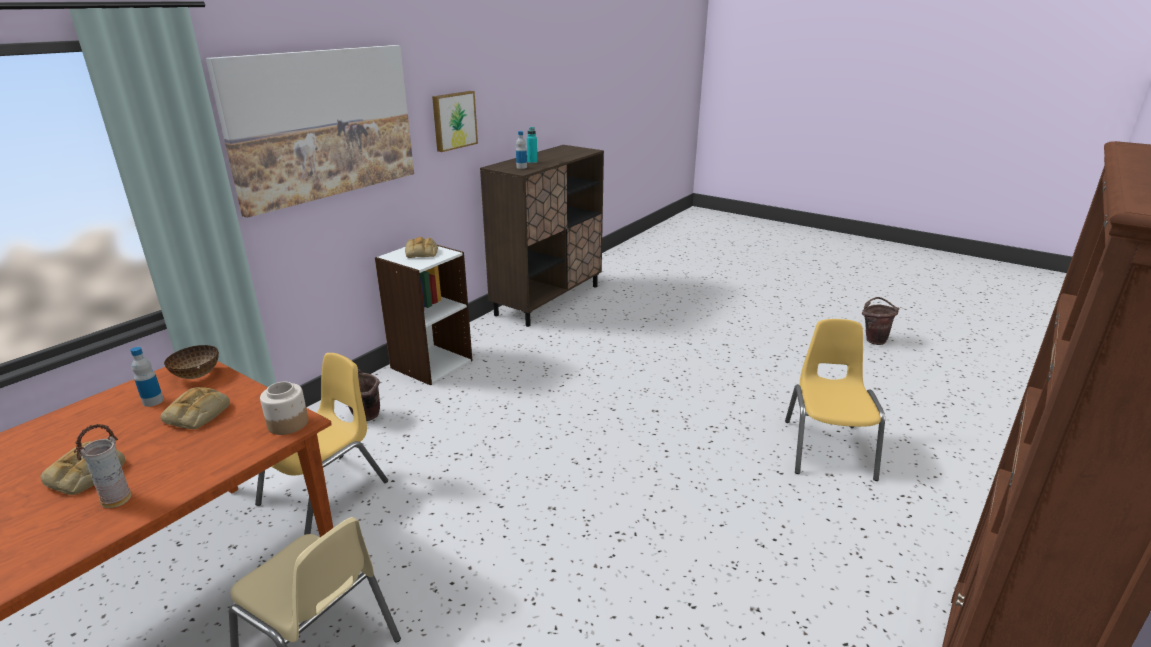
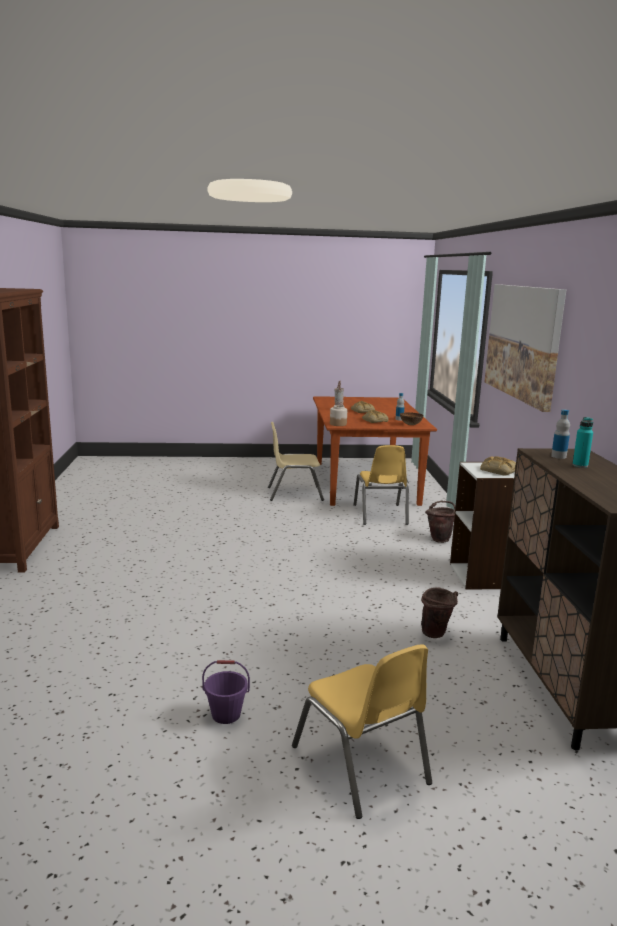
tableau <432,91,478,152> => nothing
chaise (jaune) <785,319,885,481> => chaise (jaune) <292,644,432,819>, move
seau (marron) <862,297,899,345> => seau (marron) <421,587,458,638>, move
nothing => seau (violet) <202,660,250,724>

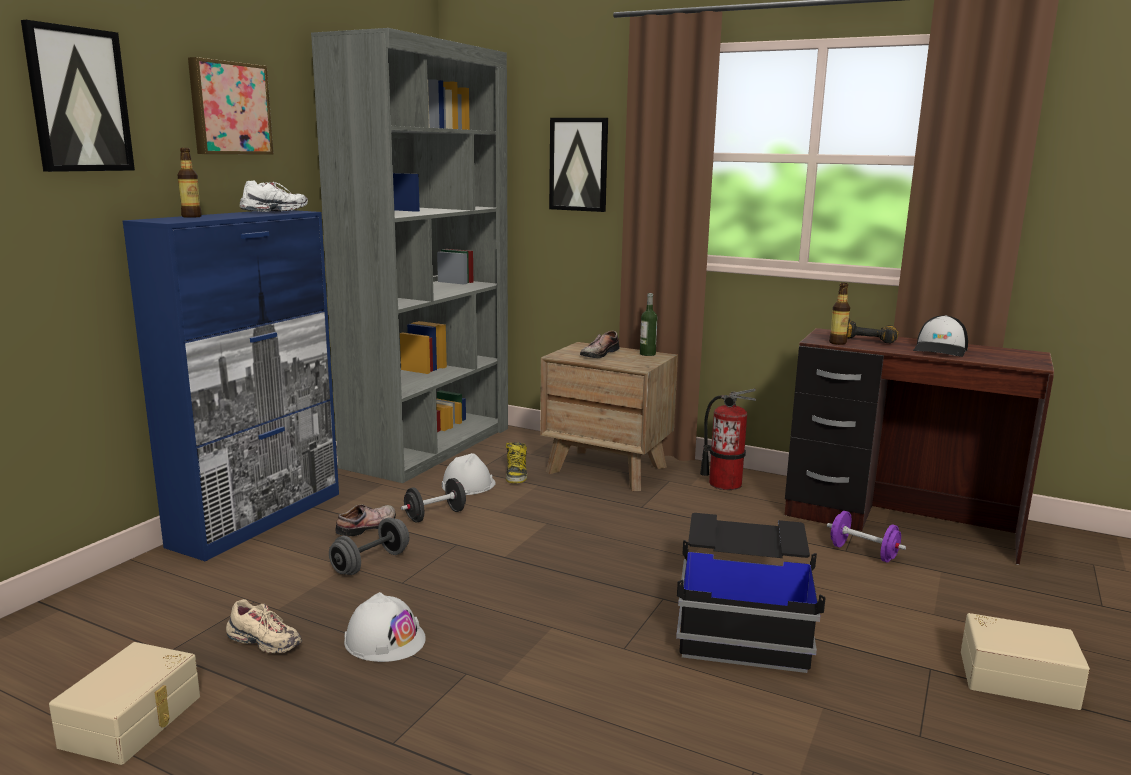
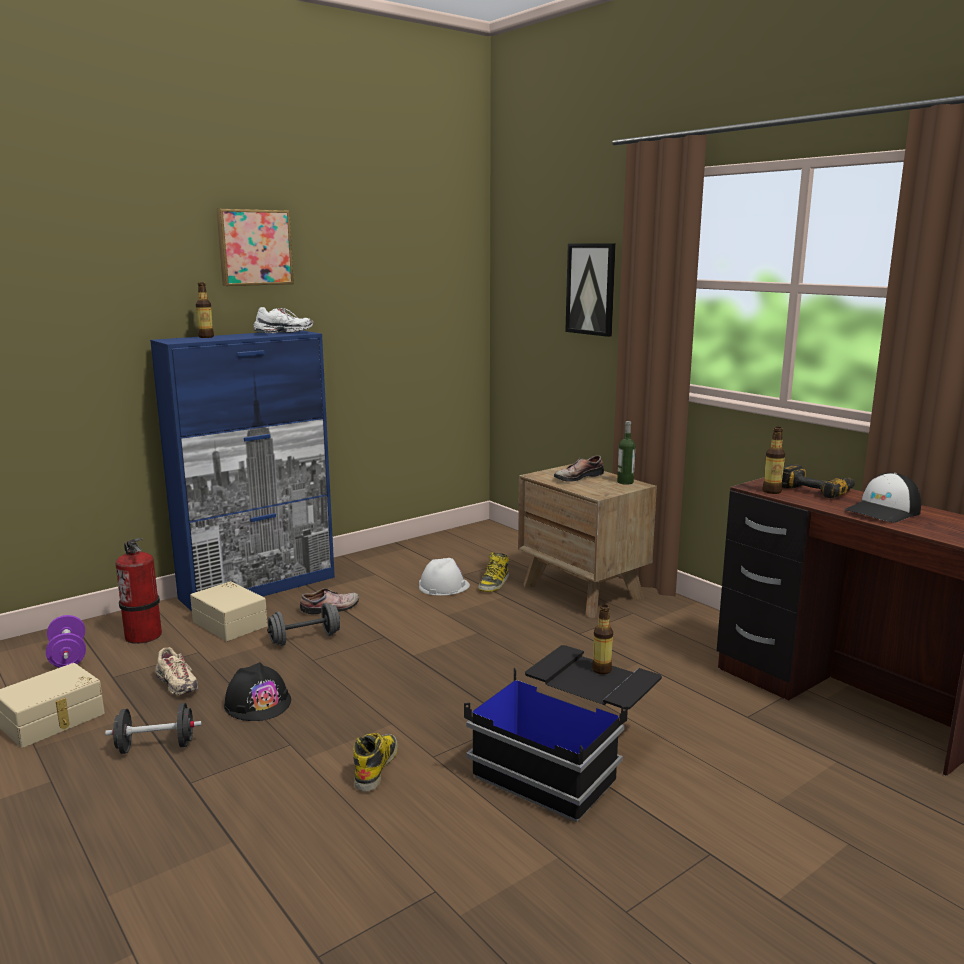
tableau <21,20,135,172> => nothing
bibliothèque (gris) <311,28,508,483> => nothing
casque de chantier (blanc) <344,592,426,662> => casque de chantier (noir) <224,662,291,721>
haltère (noir) <401,478,468,523> => haltère (noir) <105,703,202,754>, move
extincteur <700,389,756,490> => extincteur <115,538,162,644>, move
haltère (violet) <827,511,906,562> => haltère (violet) <46,615,86,668>, move
boîte de rangement (beige) <961,613,1090,710> => boîte de rangement (beige) <190,581,268,641>, move
nothing => botte <353,733,398,792>
nothing => bouteille <592,605,613,674>

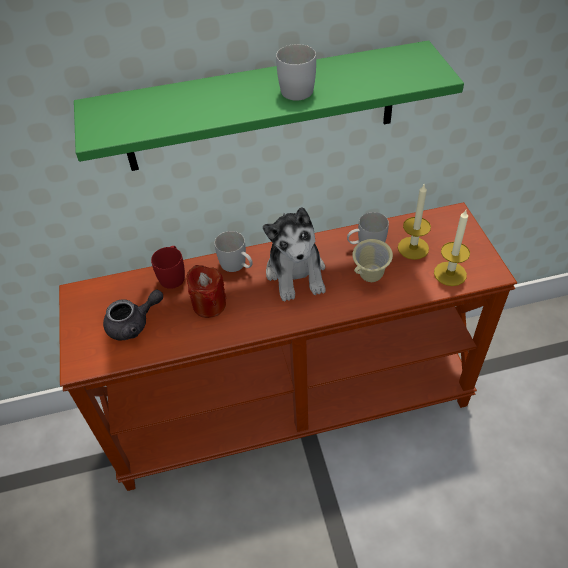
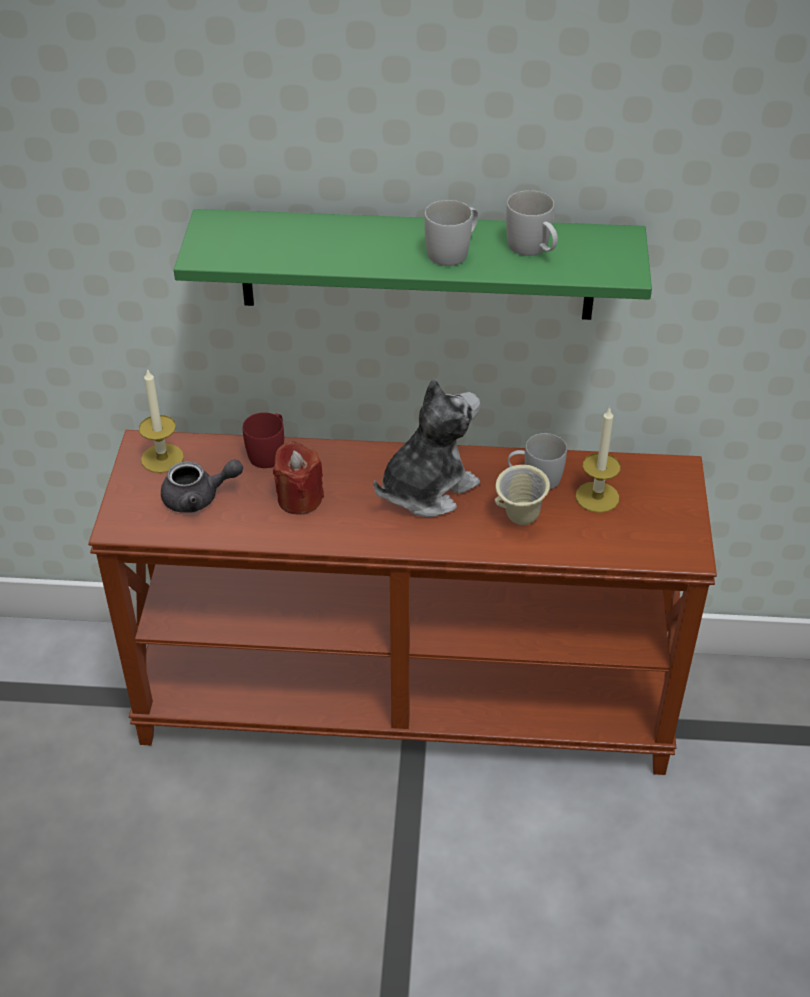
mug (blanc) <215,231,253,272> => mug (blanc) <506,190,558,256>, move
peluche <263,207,326,301> => peluche <374,379,480,517>, 135 degrees counterclockwise
bougie <434,210,470,286> => bougie <139,368,184,473>, move

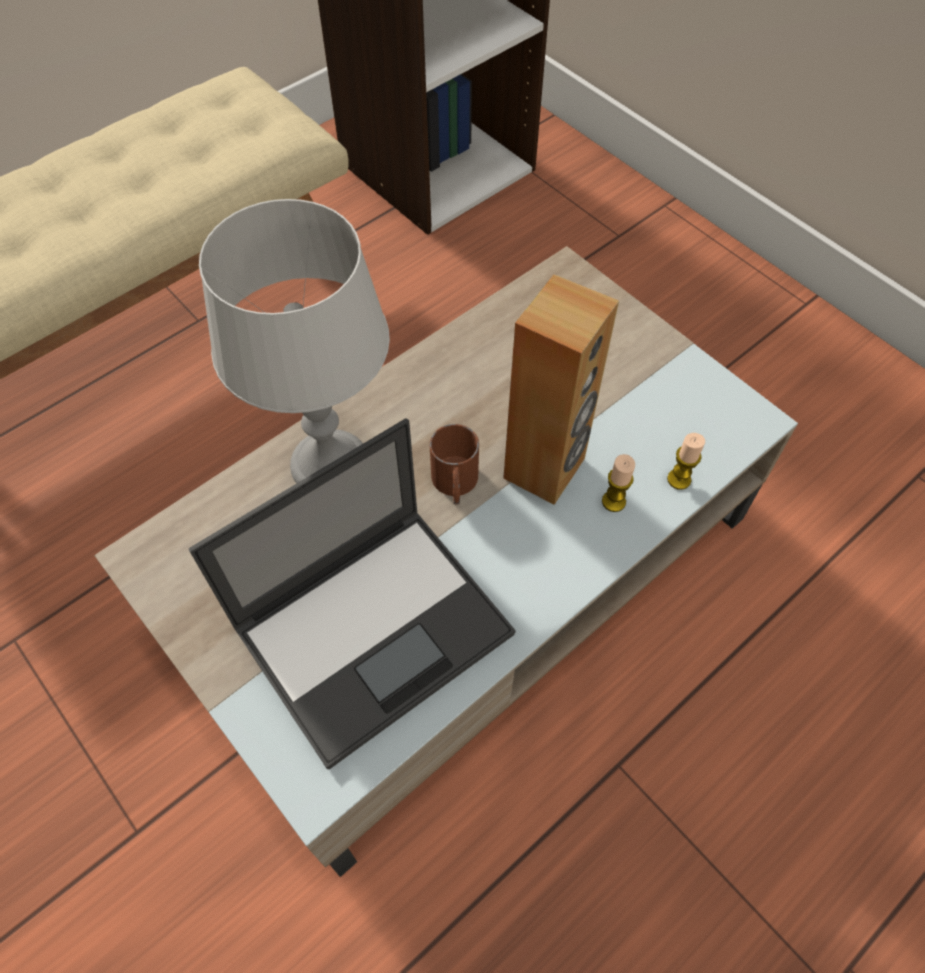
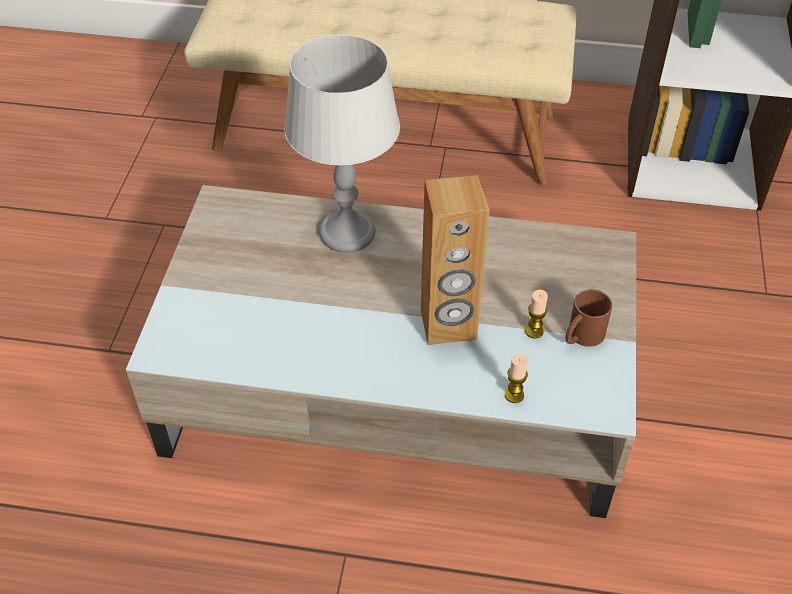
ordinateur portable <189,418,516,769> => nothing
mug (marron) <430,424,479,504> => mug (marron) <565,289,612,347>, move
bougie <602,454,635,512> => bougie <525,290,548,339>, move

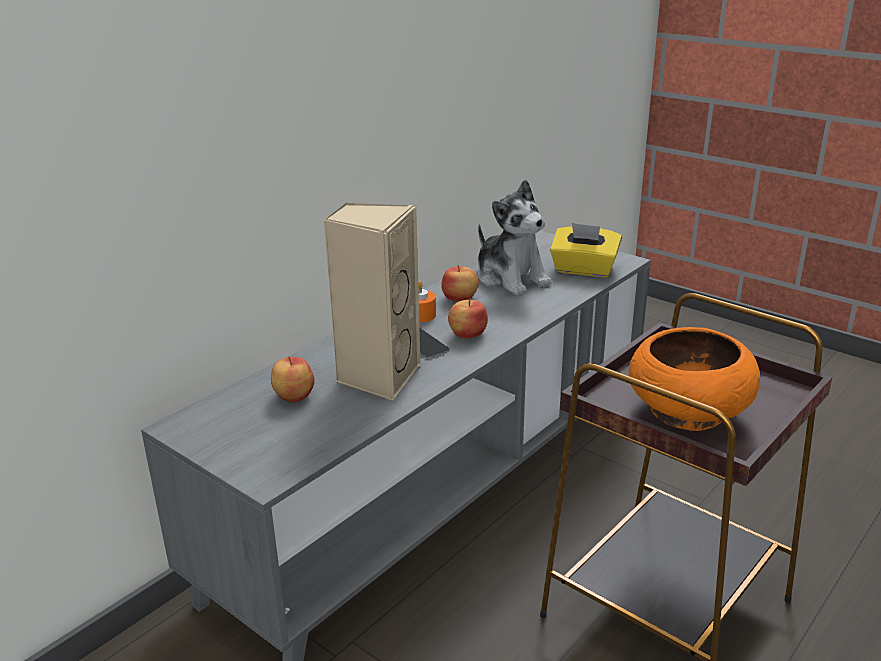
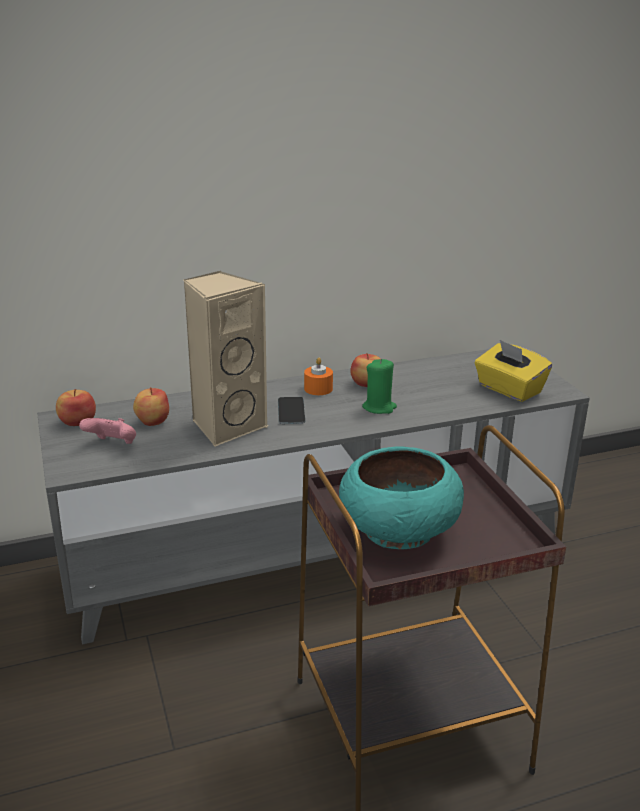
pomme <448,298,488,339> => pomme <56,389,96,426>, move
peluche <477,180,552,295> => nothing
bol (orange) <629,327,760,431> => bol (turquoise) <339,447,464,549>
nothing => manette (rose) <79,418,136,444>
nothing => bougie (vert) <362,359,397,414>

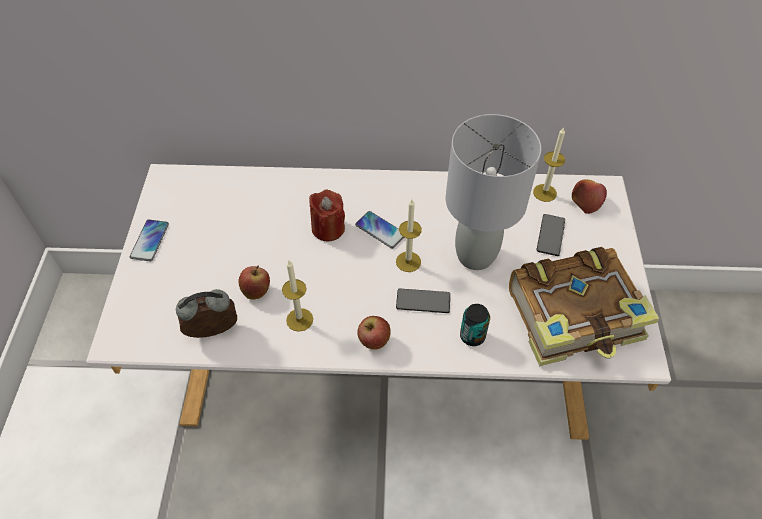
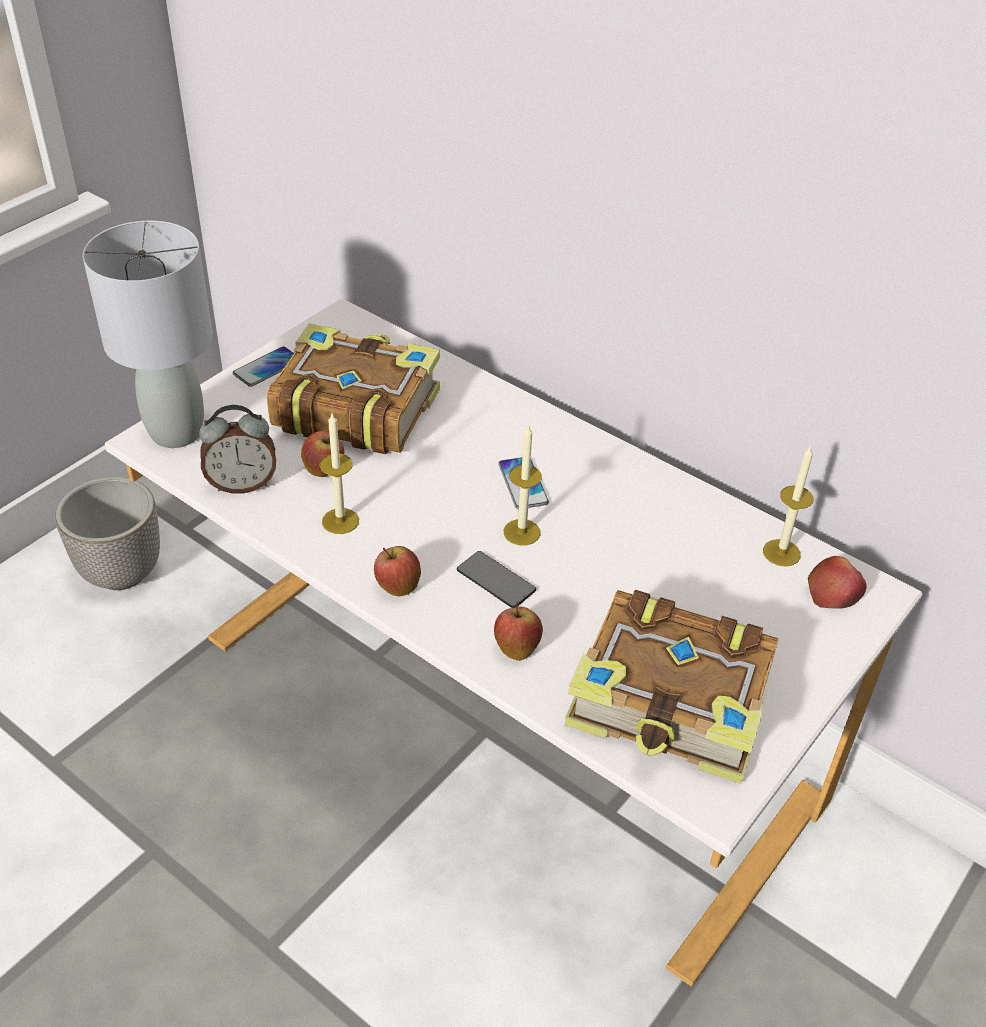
réveil <176,289,237,338> => réveil <199,405,276,494>, 150 degrees clockwise
bougie (rouge) <309,190,345,241> => nothing
lampe de table (gris) <445,114,541,270> => lampe de table (gris) <83,221,213,448>, move
boîte métallique <460,304,490,346> => pomme <494,601,543,661>
téléphone <536,214,565,256> => nothing
nothing => cache-pot <55,477,160,590>
nothing => livre <267,324,440,454>

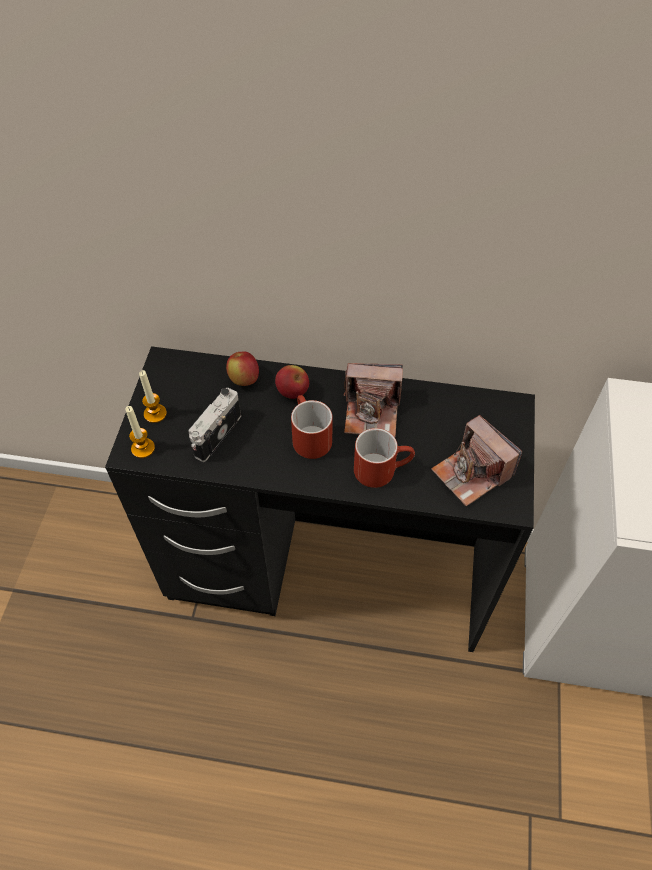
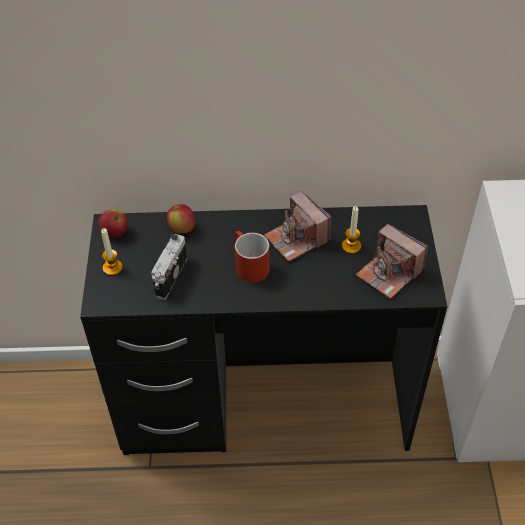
bougie <125,406,155,458> => bougie <342,206,361,254>, move
pomme <275,365,309,399> => pomme <99,209,128,238>, move
appareil photo <344,363,403,437> => appareil photo <264,191,331,262>, 60 degrees clockwise
mug (rouge) <354,428,415,488> => nothing

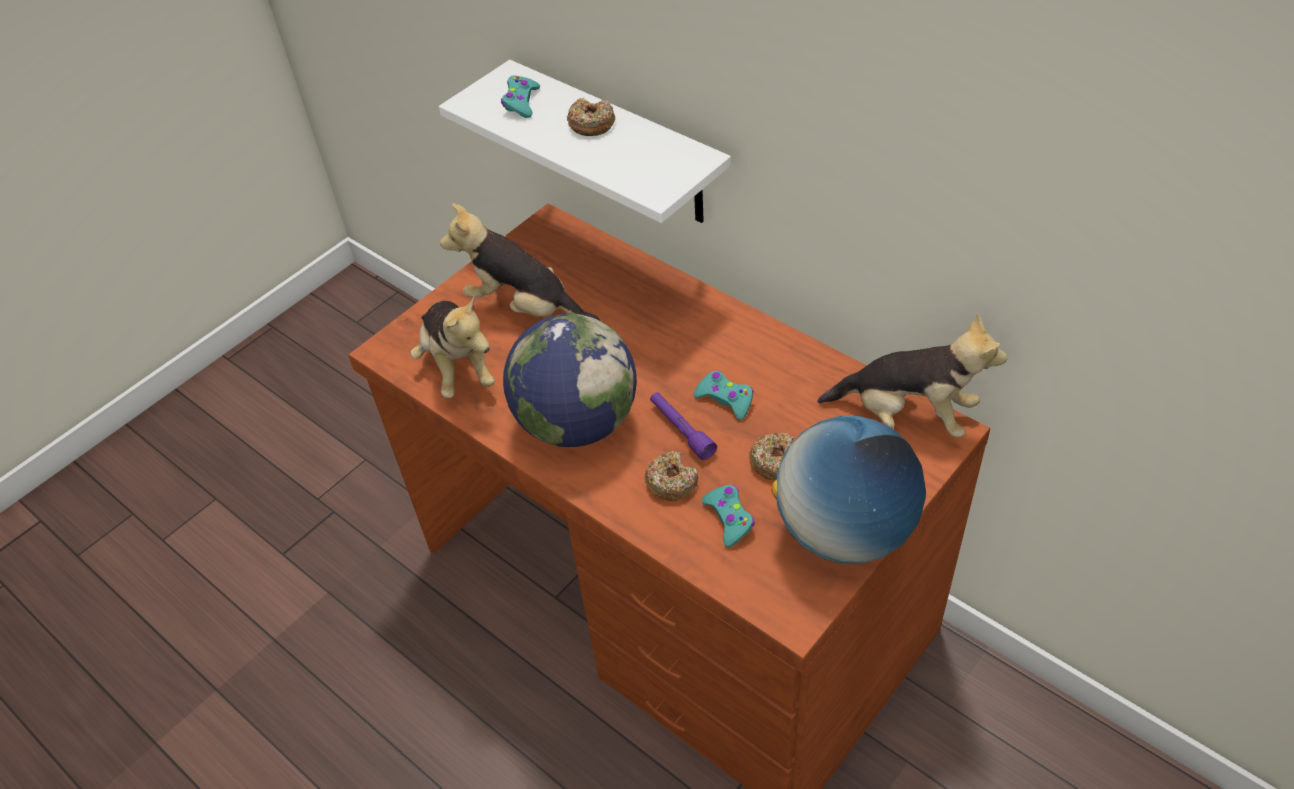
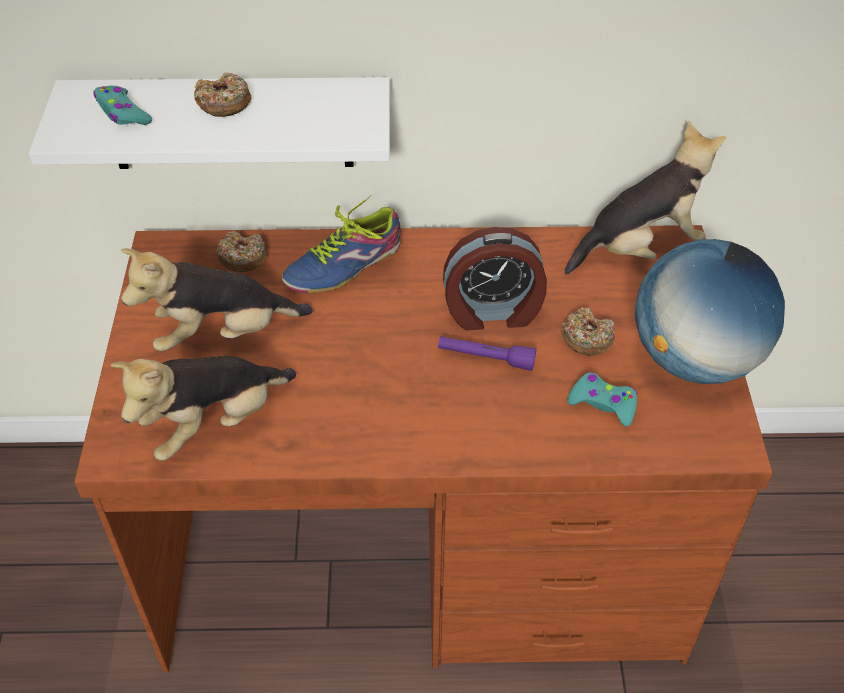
peluche <410,296,495,398> => peluche <111,356,296,461>, 120 degrees clockwise
globe <503,314,637,447> => nothing
beignet <645,451,698,501> => beignet <216,230,267,272>, move
manette (turquoise) <694,371,754,420> => réveil <443,227,547,330>
nothing => chaussure <282,195,401,293>

